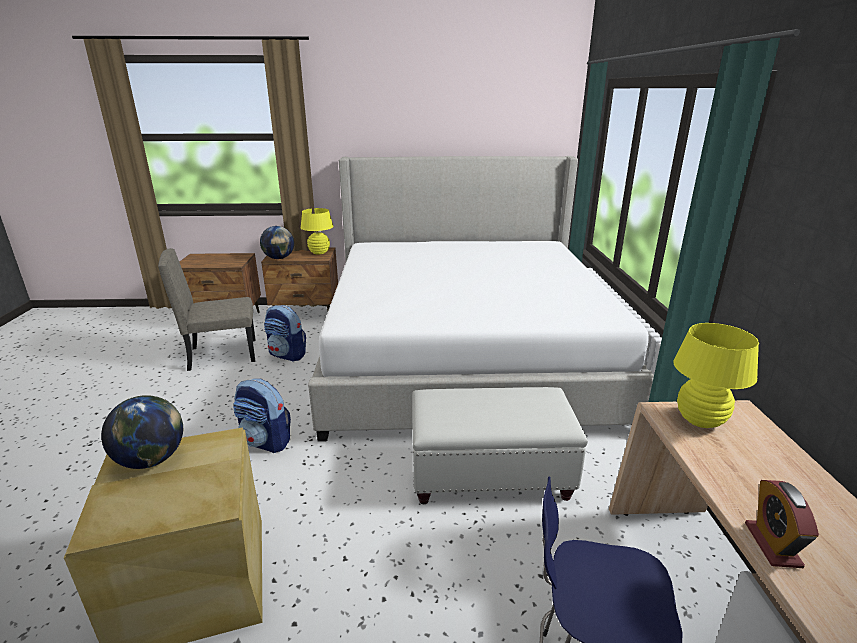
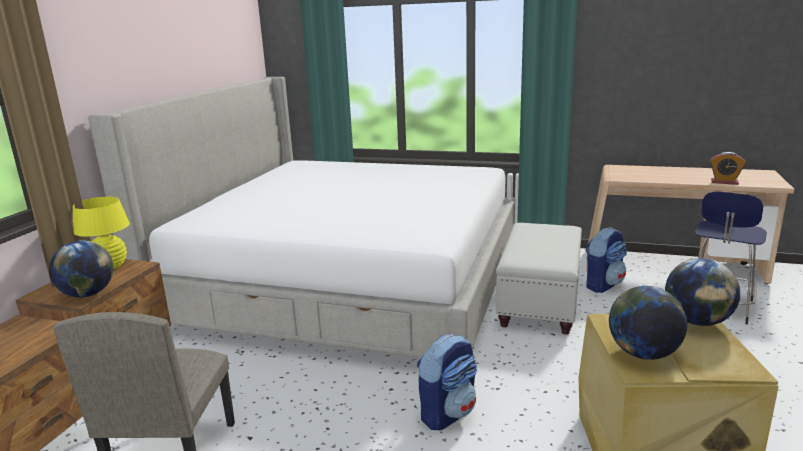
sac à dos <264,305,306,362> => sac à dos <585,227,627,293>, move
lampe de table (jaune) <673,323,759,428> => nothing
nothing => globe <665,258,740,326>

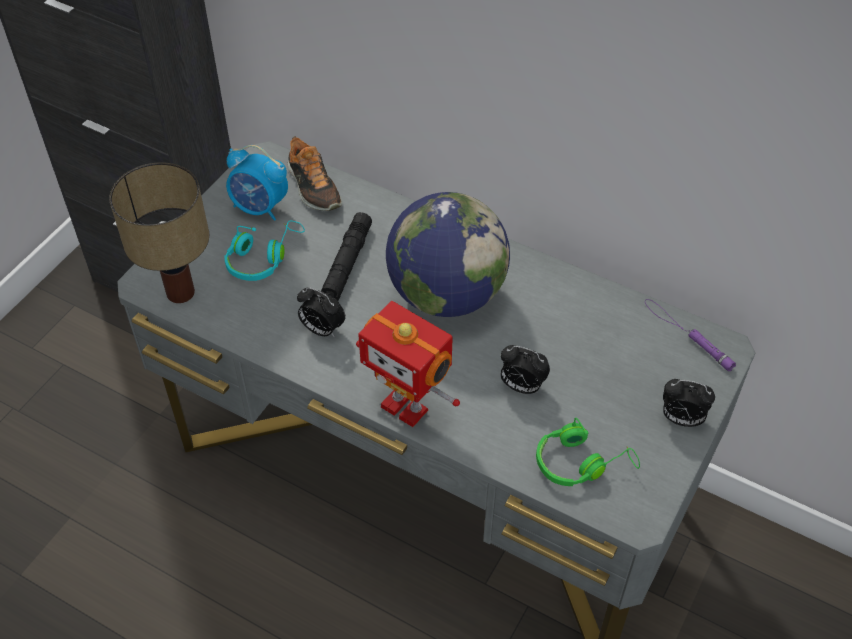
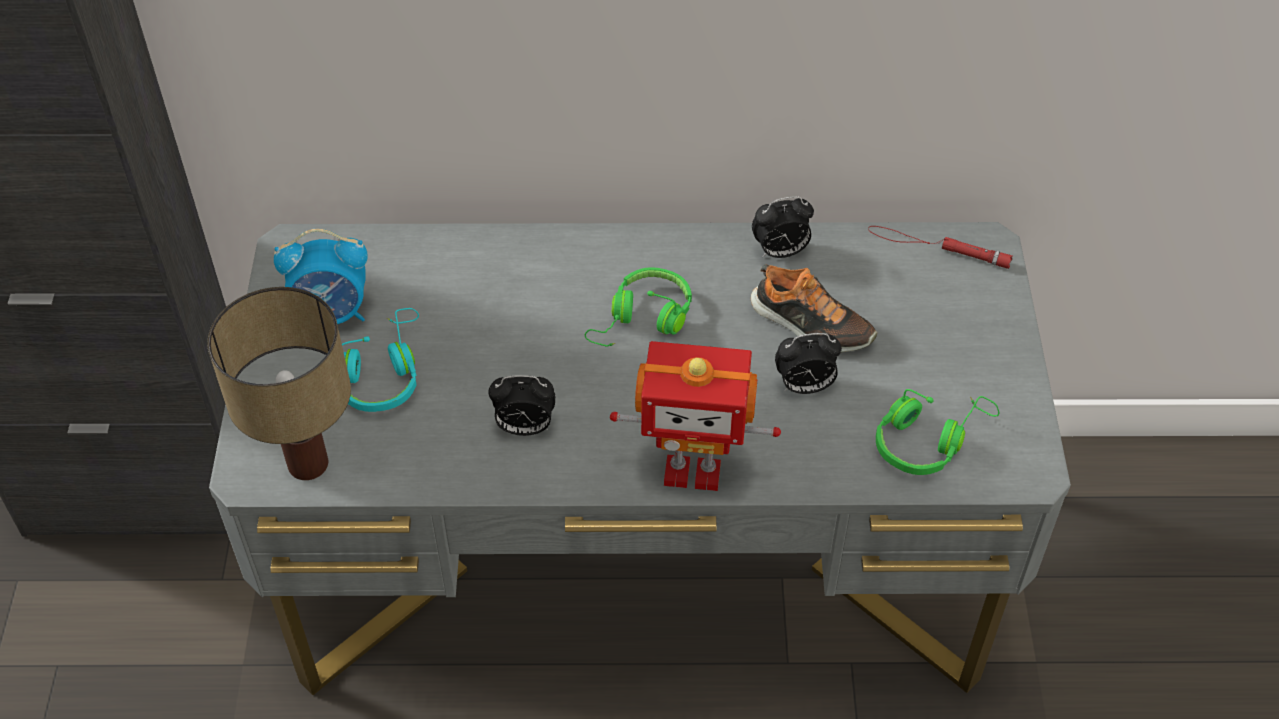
chaussure <287,136,342,211> => chaussure <751,265,877,352>, move
lampe de poche (noir) <321,212,372,301> => nothing
globe <386,192,510,317> => casque audio (vert) <585,268,692,347>
lampe de poche (violet) <645,299,736,372> => lampe de poche (rouge) <868,226,1013,269>
réveil <663,379,715,427> => réveil <752,196,814,258>, move

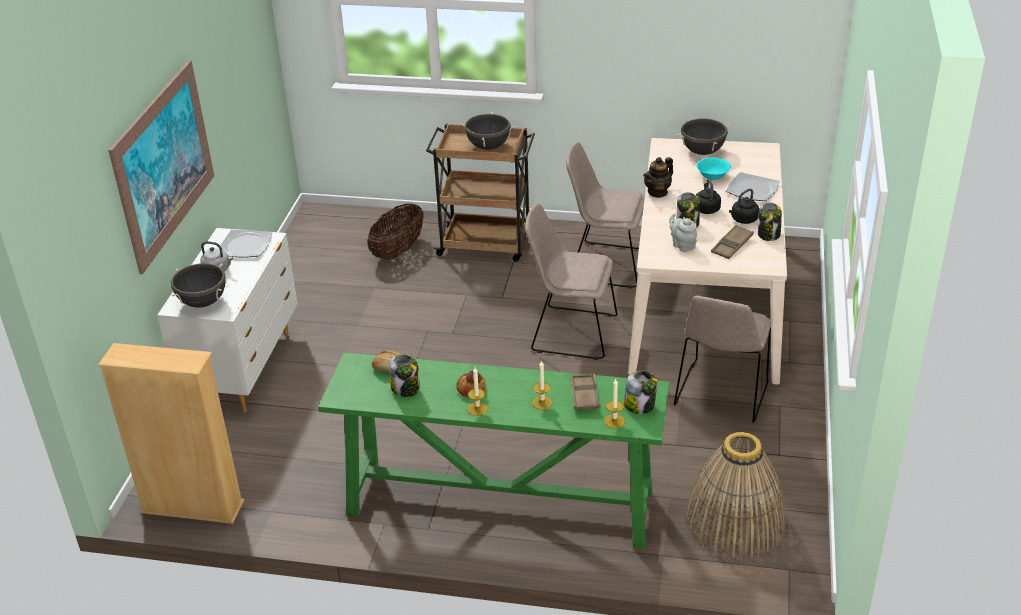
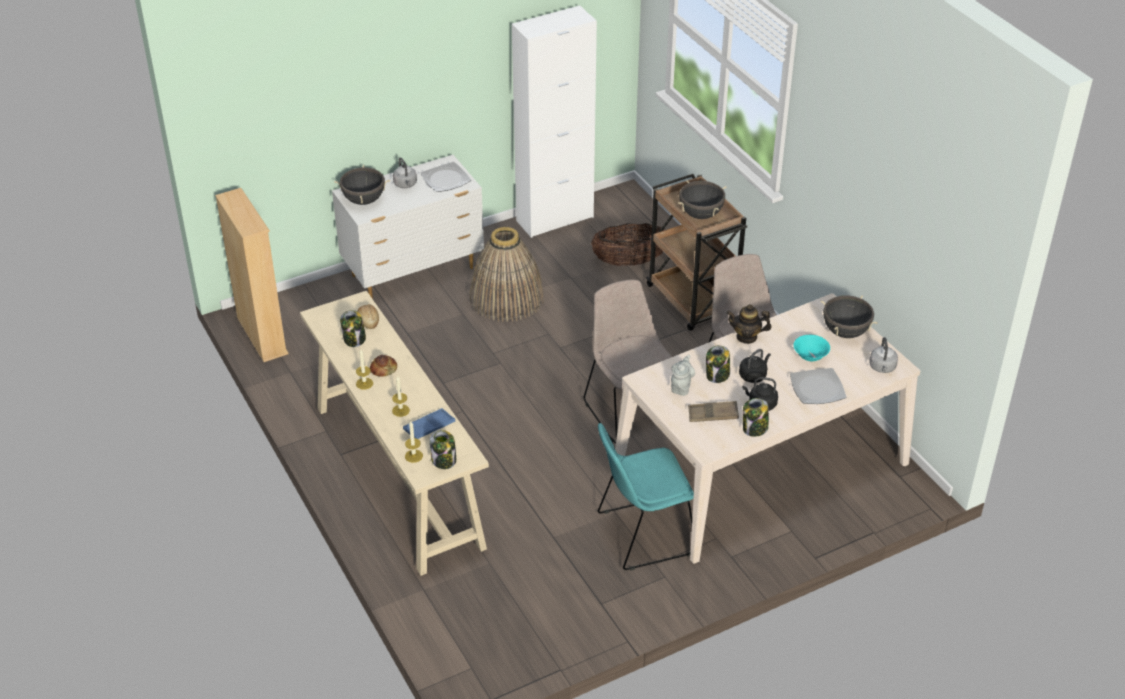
tableau <108,60,214,274> => nothing
table console (vert) <318,353,669,549> => table console (beige) <300,291,489,576>
plateau (marron) <571,374,599,410> => plateau (bleu) <403,408,455,439>
chaise (beige) <674,295,771,423> => chaise (turquoise) <598,423,694,571>
panier <685,432,785,559> => panier <469,227,544,322>, move
nothing => meuble de rangement (blanc) <512,5,597,238>
nothing => bouilloire (gris) <869,337,898,373>

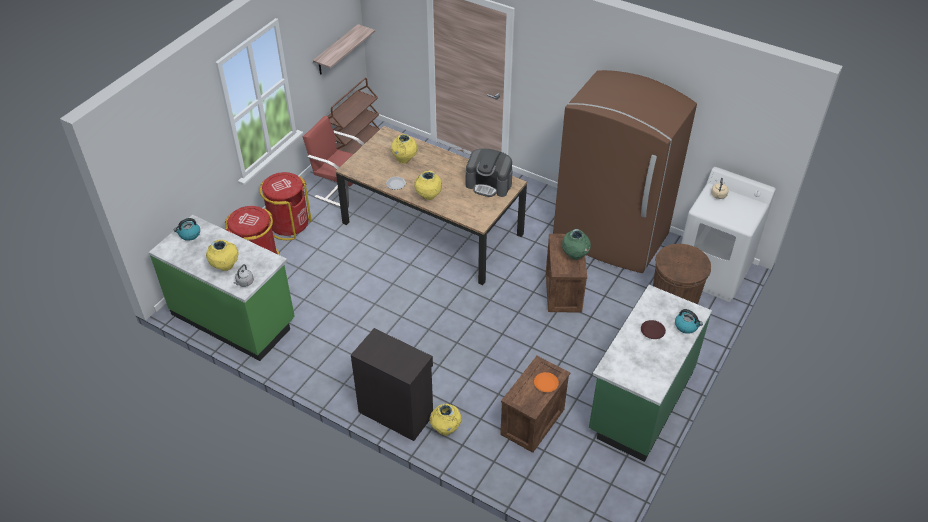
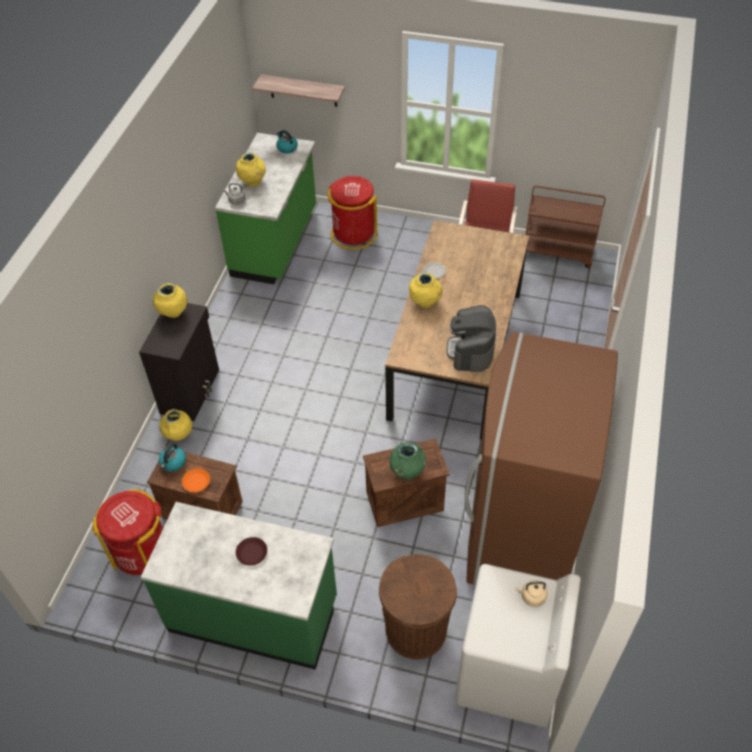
poubelle (rouge) <260,172,312,240> => poubelle (rouge) <92,489,163,575>, move
étagère <313,24,375,75> => étagère <252,74,345,107>, move
vase (jaune) <391,134,418,164> => vase (jaune) <153,283,187,318>, move
bouilloire <675,309,703,334> => bouilloire <159,443,186,472>, move

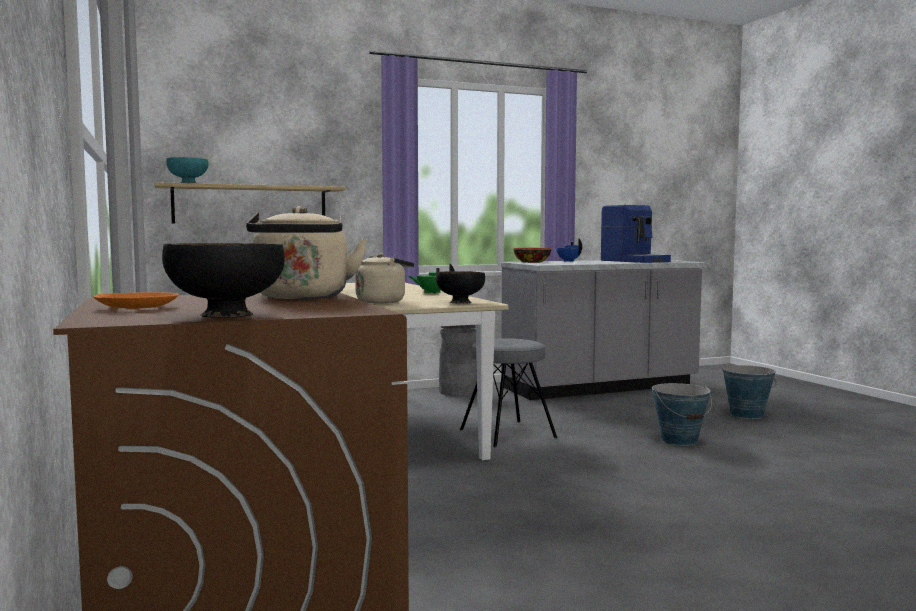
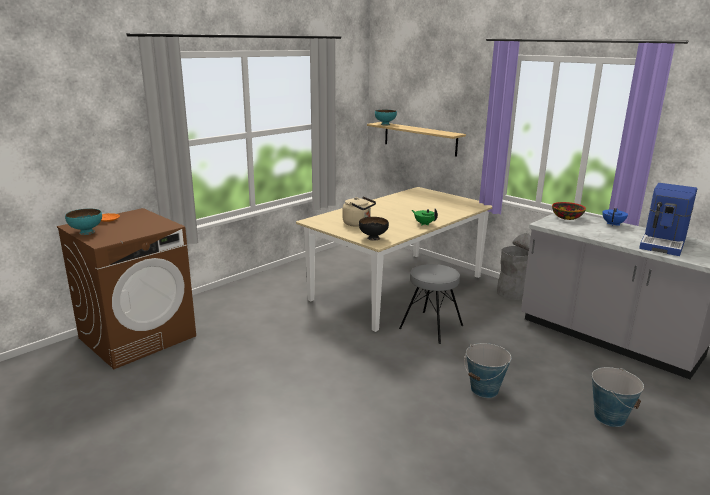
bol (noir) <162,243,285,318> => bol (turquoise) <65,209,102,235>
bouilloire (beige) <246,206,368,299> => nothing

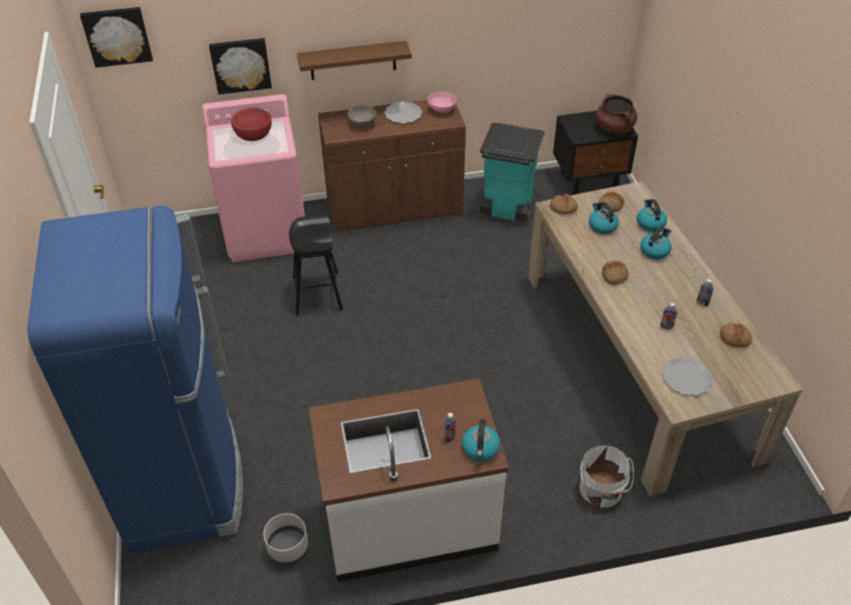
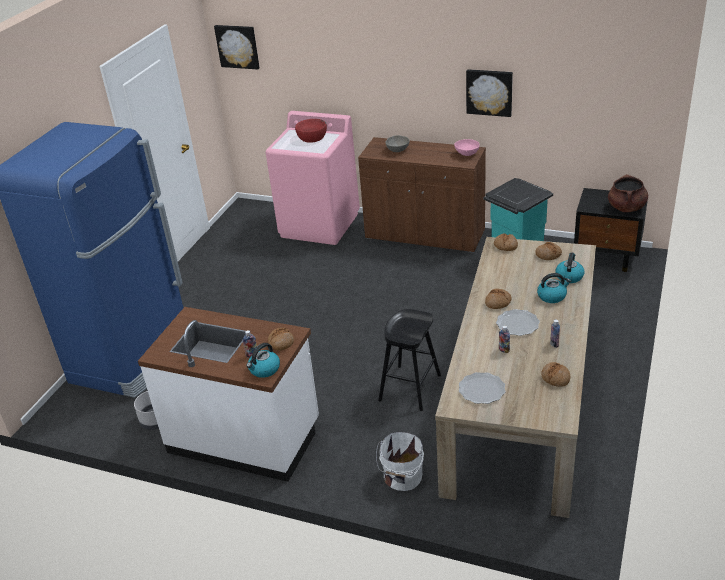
tableau <209,38,272,95> => tableau <466,69,513,117>, move
tabouret (noir) <289,215,343,316> => tabouret (noir) <378,309,441,411>, move
étagère (marron) <297,41,412,80> => nothing
assiette <384,102,422,123> => assiette <496,309,540,336>, move
bouilloire <589,202,619,234> => nothing
nothing => pain <268,327,294,351>

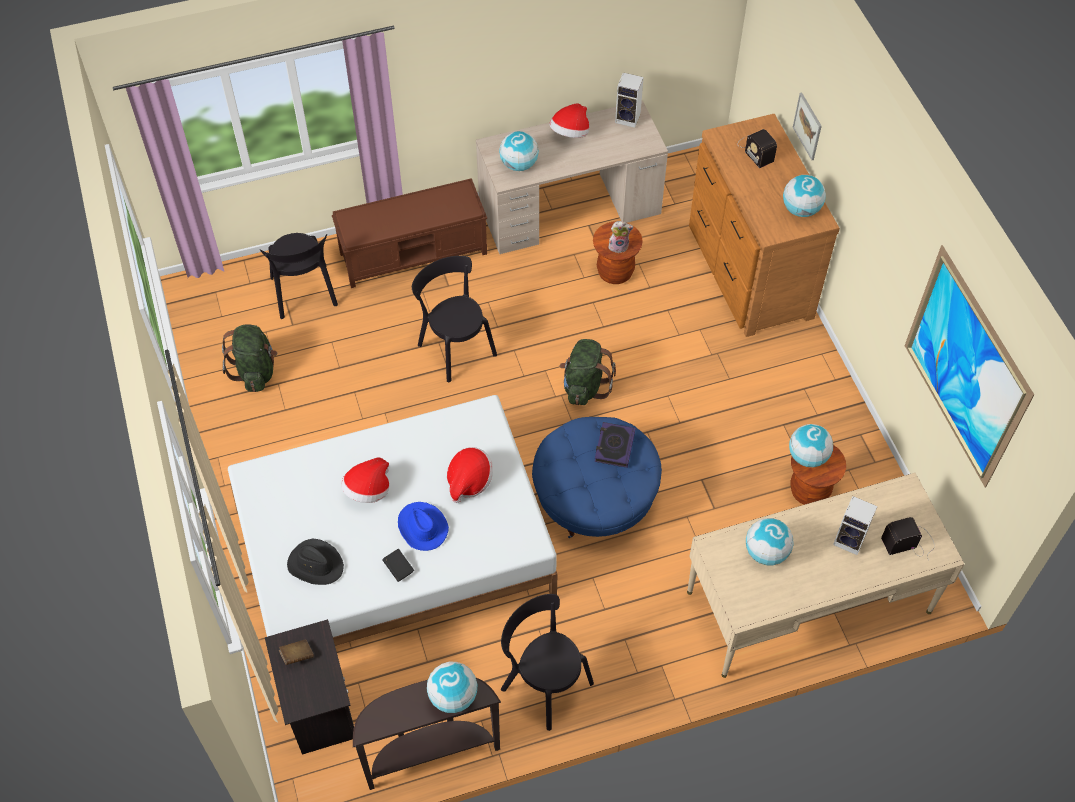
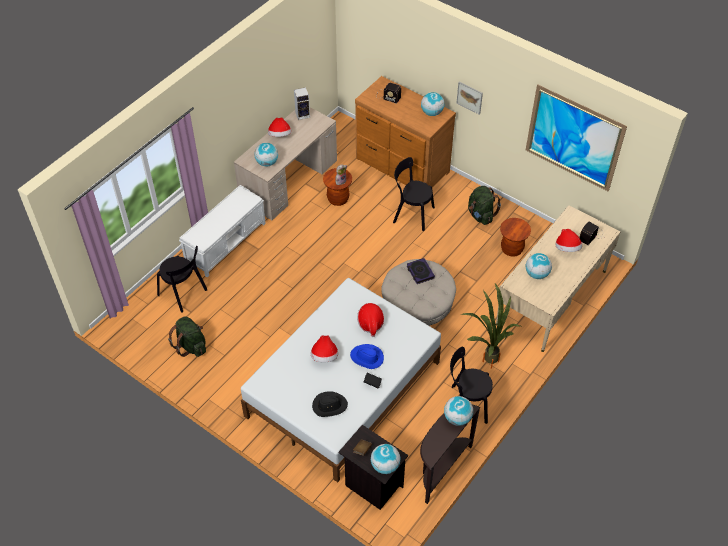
banc (marron) <332,178,487,288> => banc (blanc) <179,185,266,277>
chaise (noir) <412,256,497,382> => chaise (noir) <393,157,435,231>, move
pouf (bleu) <532,417,662,538> => pouf (beige) <381,259,456,326>
sac à dos (vert) <560,339,616,405> => sac à dos (vert) <468,186,501,225>, move
globe <789,424,833,467> => globe <371,444,400,474>, move
tableau <793,92,822,160> => tableau <457,82,483,115>, move
enceinte <833,496,878,555> => chapeau <556,229,582,252>
nothing => plante en pot <461,282,520,369>

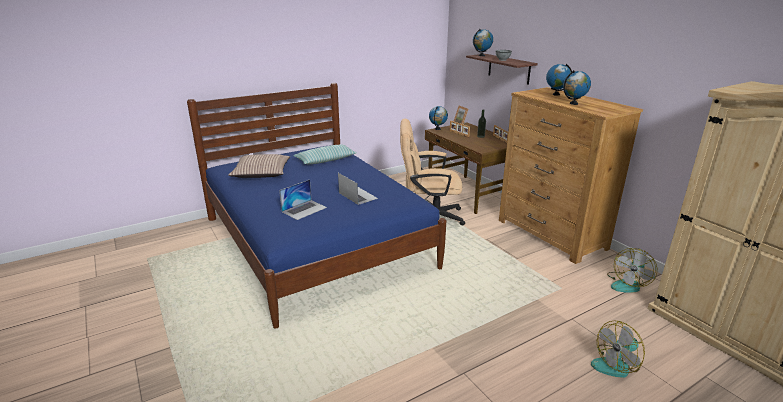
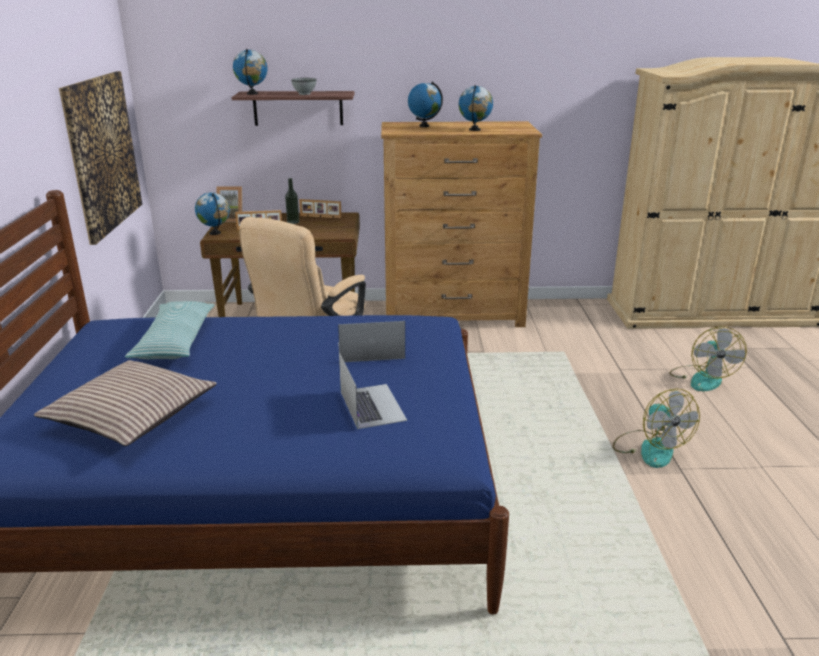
ventilateur <607,248,657,293> => ventilateur <613,389,700,468>, move
nothing => tableau <59,71,142,245>

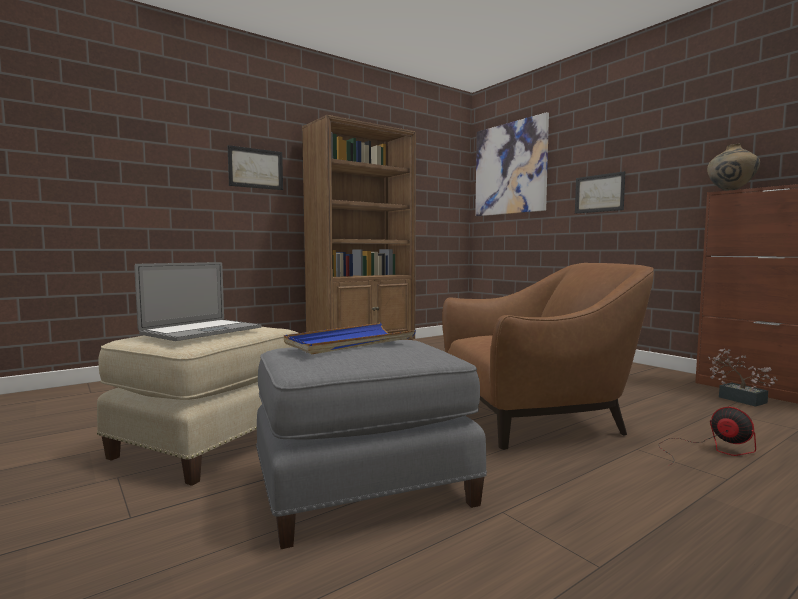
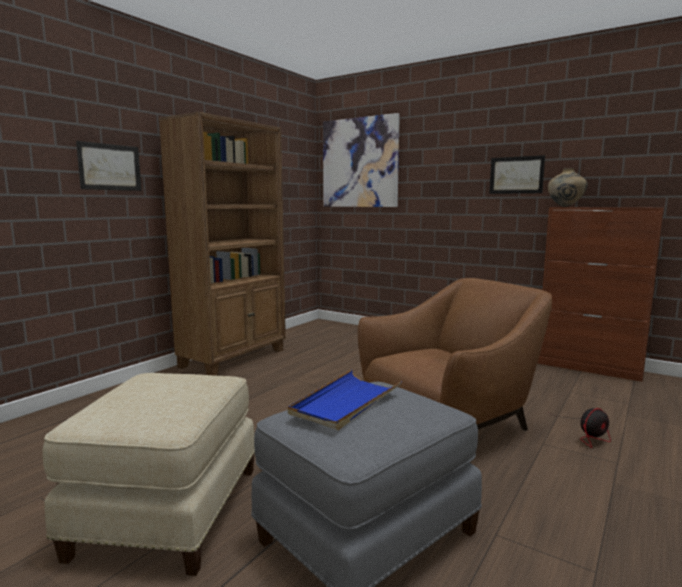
ordinateur portable <134,262,262,341> => nothing
tableau <575,171,625,214> => tableau <489,155,545,194>, move
ventilateur <659,407,756,466> => ventilateur <552,408,611,448>, 120 degrees clockwise
plante en pot <708,349,778,407> => nothing

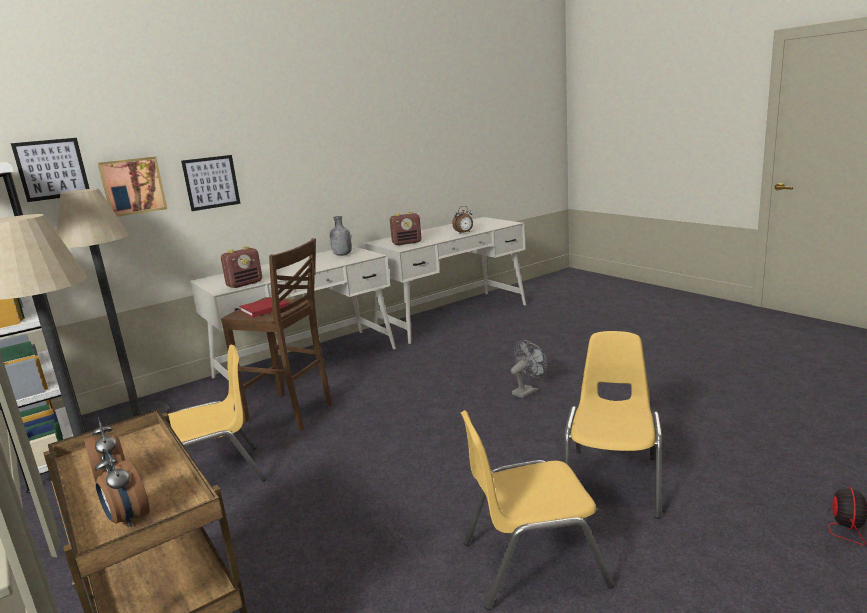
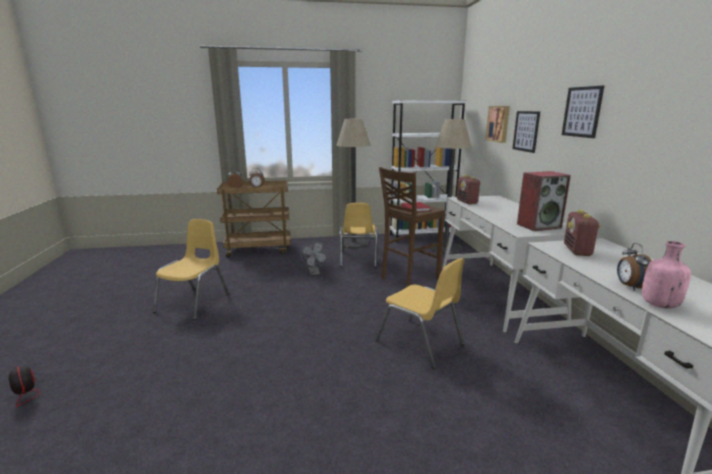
tableau <11,138,90,202> => tableau <562,86,604,138>, move
bouteille (gris) <330,216,352,256> => enceinte <517,171,571,231>
ventilateur (gris) <511,340,548,398> => ventilateur (gris) <301,241,328,275>, move
chaise (jaune) <564,331,662,519> => chaise (jaune) <375,258,465,369>, move
nothing => bouteille (rose) <642,241,691,308>

